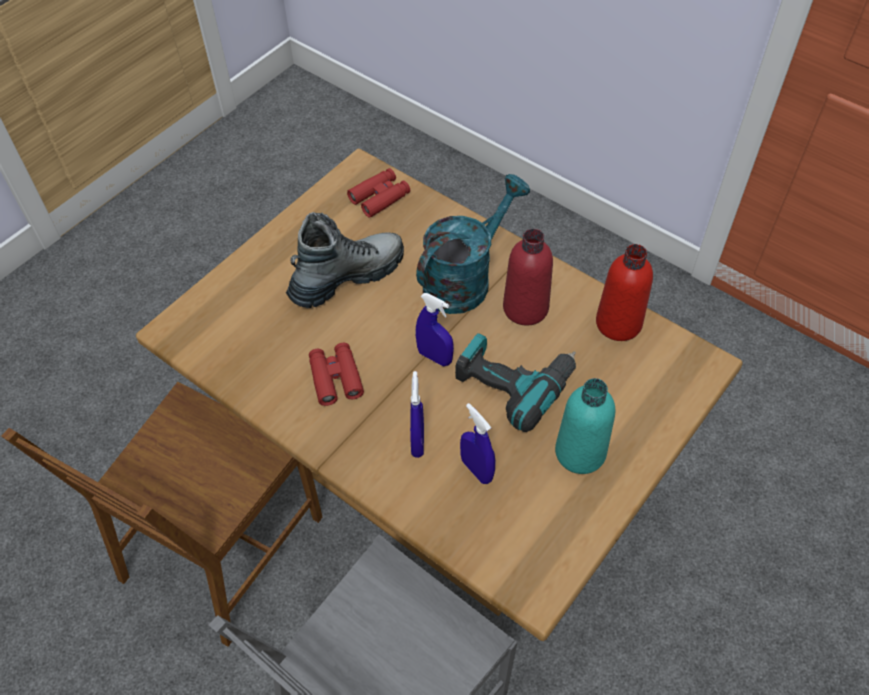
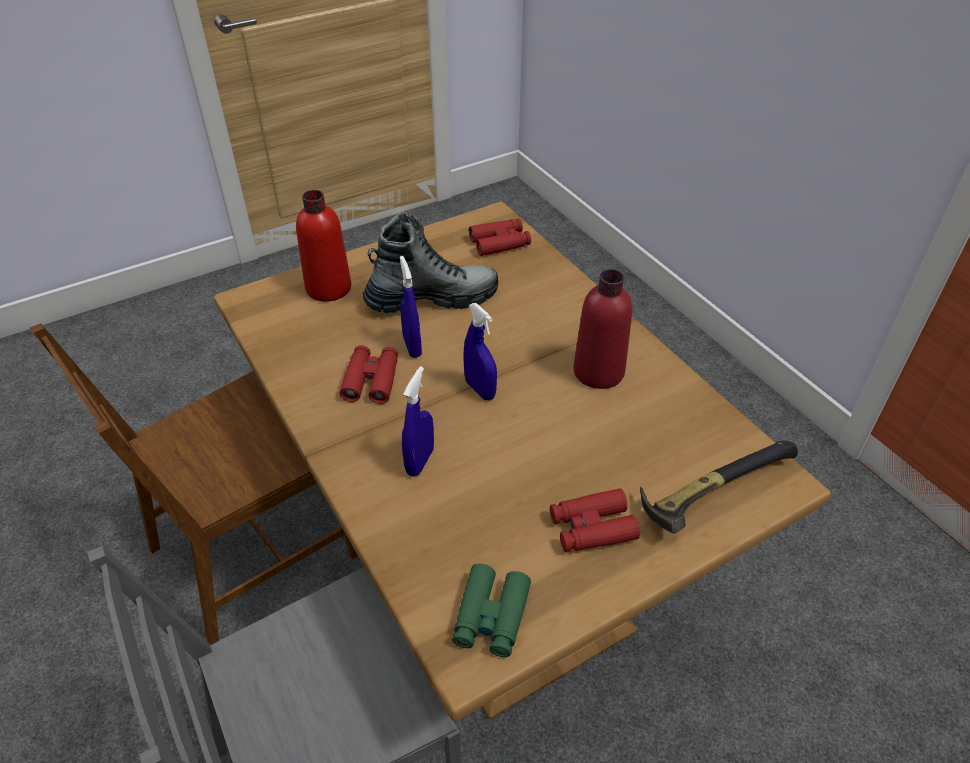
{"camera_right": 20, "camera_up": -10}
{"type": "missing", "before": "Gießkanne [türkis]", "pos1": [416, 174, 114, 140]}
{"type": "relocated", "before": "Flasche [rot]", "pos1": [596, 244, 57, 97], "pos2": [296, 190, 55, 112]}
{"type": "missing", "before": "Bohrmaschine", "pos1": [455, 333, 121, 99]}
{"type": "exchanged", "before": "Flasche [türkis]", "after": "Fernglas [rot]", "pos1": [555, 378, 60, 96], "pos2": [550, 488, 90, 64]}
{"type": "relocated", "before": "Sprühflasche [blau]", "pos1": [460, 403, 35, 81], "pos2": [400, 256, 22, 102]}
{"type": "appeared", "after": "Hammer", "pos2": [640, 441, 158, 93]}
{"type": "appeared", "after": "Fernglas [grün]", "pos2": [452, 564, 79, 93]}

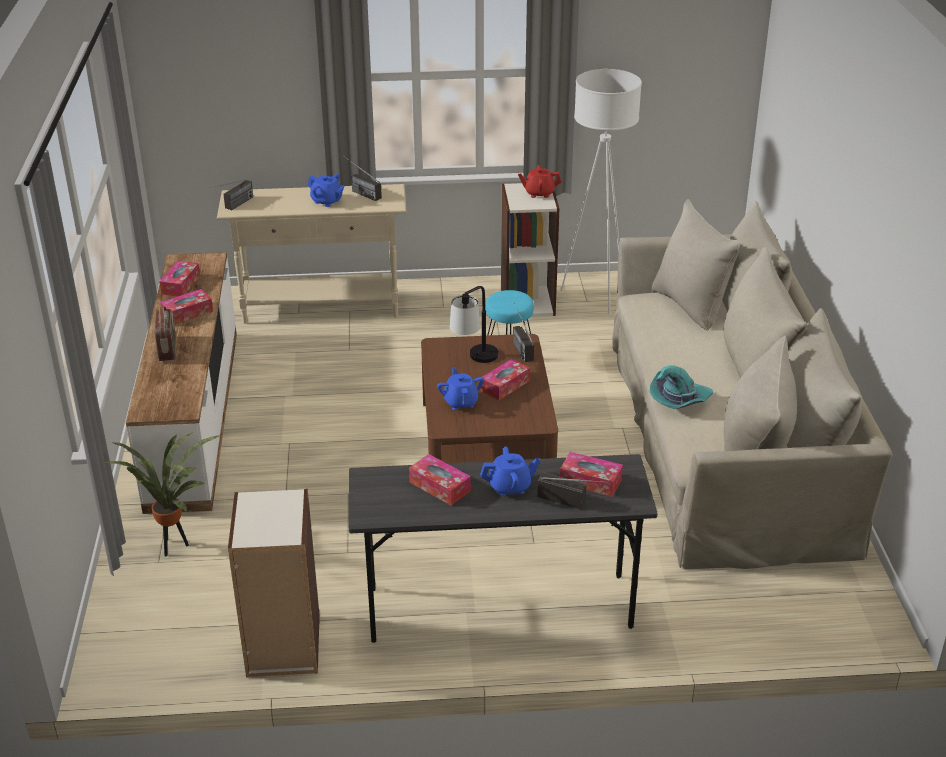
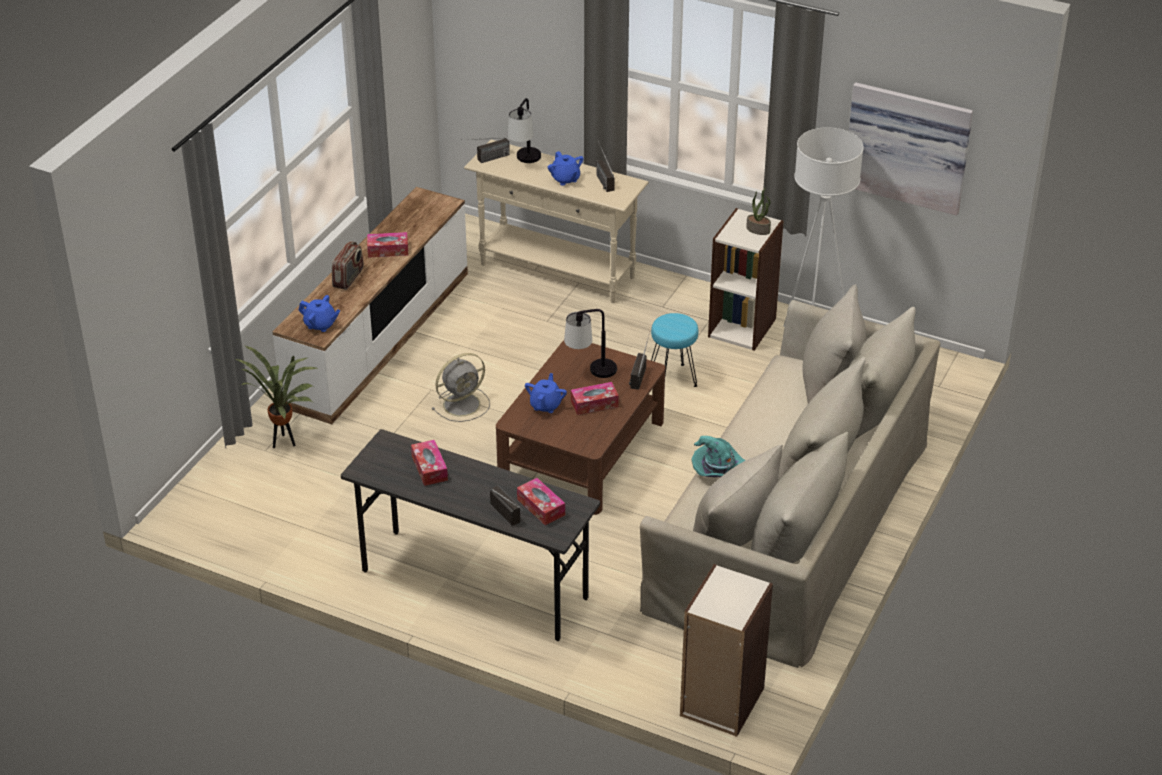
{"camera_right": 30, "camera_up": 5}
{"type": "exchanged", "before": "Teekanne [rot]", "after": "Topfpflanze", "pos1": [518, 165, 43, 33], "pos2": [746, 188, 25, 47]}
{"type": "missing", "before": "Taschentuchbox", "pos1": [159, 261, 41, 36]}
{"type": "relocated", "before": "Teekanne [blau]", "pos1": [480, 446, 60, 50], "pos2": [298, 295, 42, 37]}
{"type": "relocated", "before": "Bücherregal", "pos1": [228, 489, 92, 189], "pos2": [680, 564, 93, 173]}
{"type": "appeared", "after": "Bild", "pos2": [849, 82, 124, 133]}
{"type": "appeared", "after": "Tischlampe", "pos2": [508, 98, 33, 65]}
{"type": "appeared", "after": "Ventilator [grau]", "pos2": [432, 353, 58, 69]}

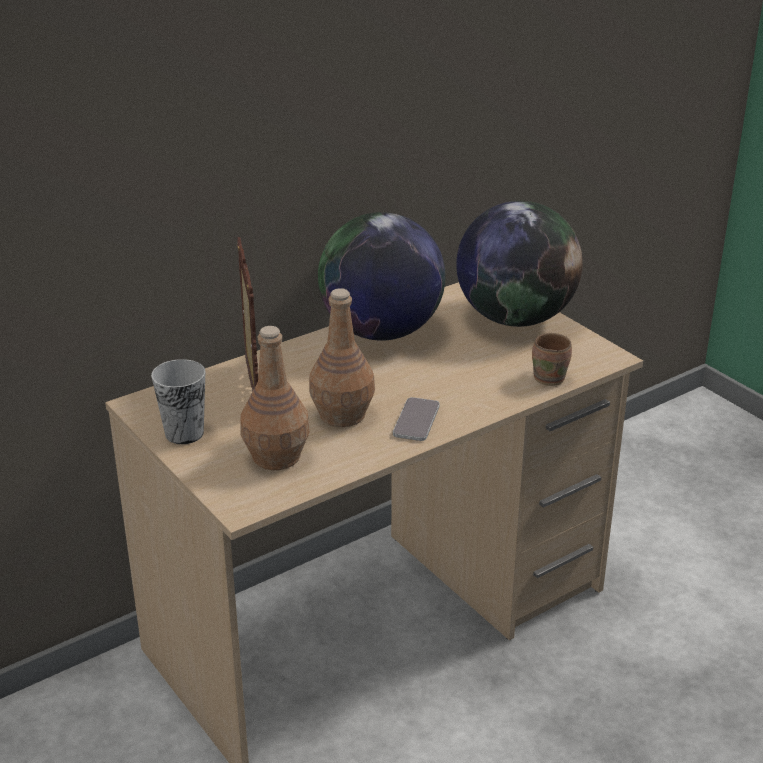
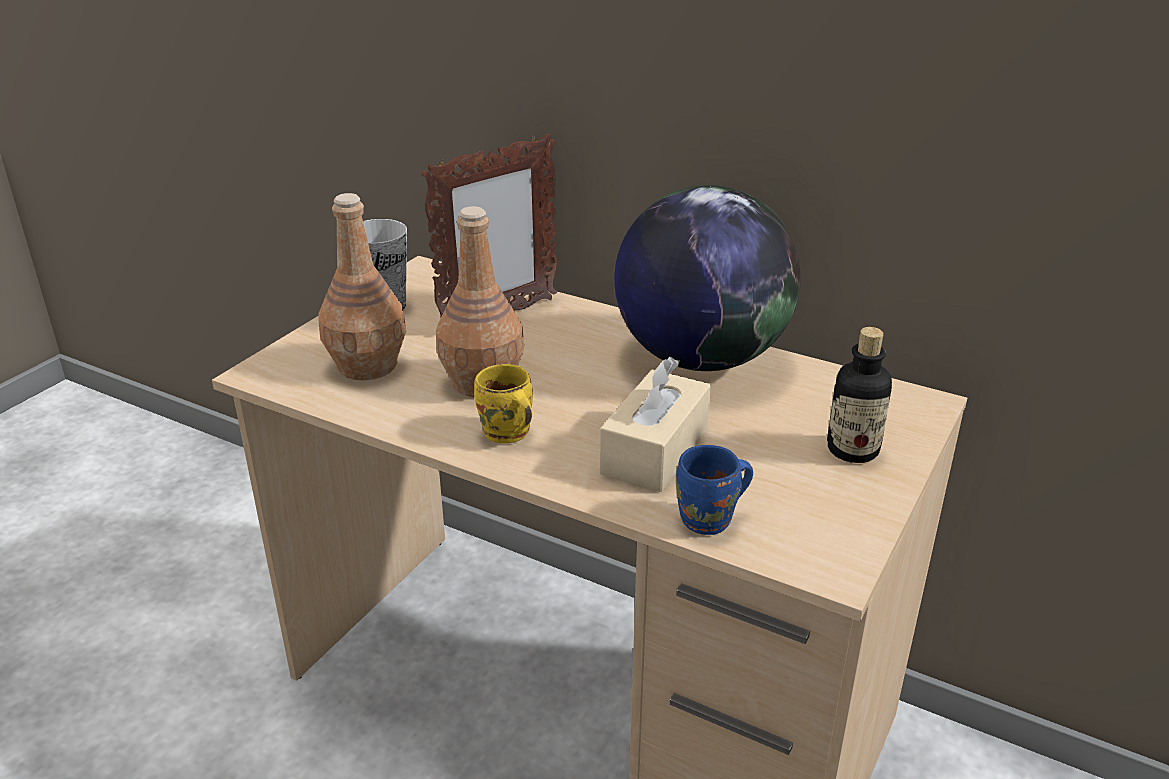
{"camera_right": 65, "camera_up": 0}
{"type": "exchanged", "before": "Globus", "after": "Flasche", "pos1": [456, 201, 127, 126], "pos2": [827, 327, 65, 136]}
{"type": "colour", "before": "Henkelbecher [braun]", "after": "Henkelbecher [blau]", "pos1": [532, 333, 40, 53], "pos2": [676, 445, 77, 90]}
{"type": "exchanged", "before": "Handy", "after": "Henkelbecher [gelb]", "pos1": [393, 397, 47, 44], "pos2": [474, 364, 59, 80]}
{"type": "appeared", "after": "Taschentuchbox [beige]", "pos2": [599, 357, 112, 135]}

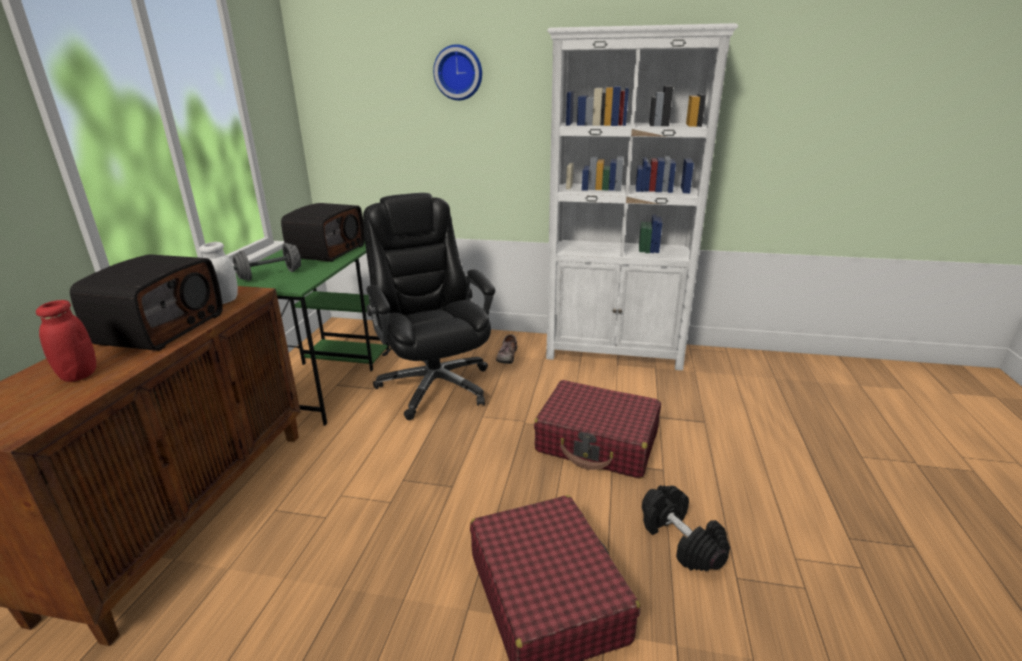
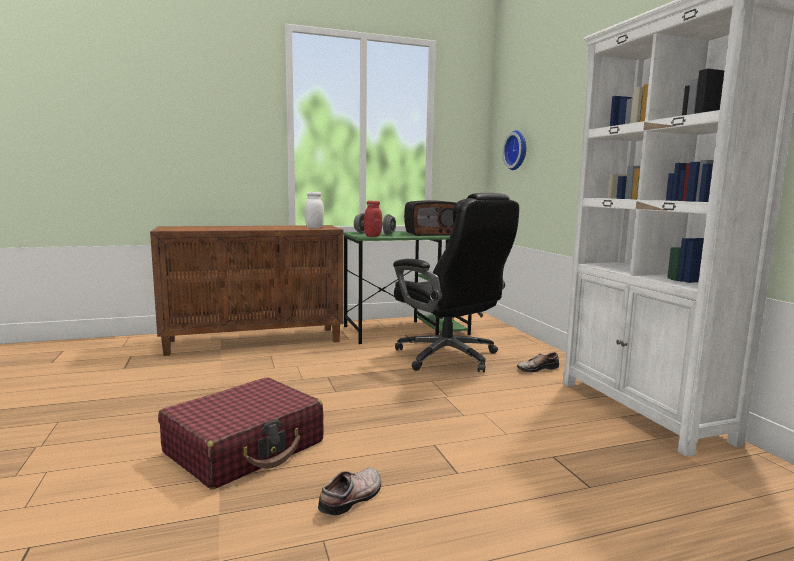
{"camera_right": 60, "camera_up": -15}
{"type": "relocated", "before": "Wanduhr", "pos1": [433, 44, 49, 56], "pos2": [502, 130, 24, 40]}
{"type": "spun", "before": "Bürostuhl [schwarz]", "pos1": [363, 193, 132, 227], "pos2": [393, 193, 126, 179], "turn": 105}
{"type": "missing", "before": "Radio", "pos1": [70, 254, 153, 97]}
{"type": "relocated", "before": "Vorratsglas [rot]", "pos1": [36, 300, 60, 82], "pos2": [364, 201, 18, 36]}
{"type": "missing", "before": "Koffer [rot]", "pos1": [534, 380, 127, 99]}
{"type": "exchanged", "before": "Hantel [schwarz]", "after": "Schuh", "pos1": [642, 485, 88, 86], "pos2": [318, 467, 63, 48]}

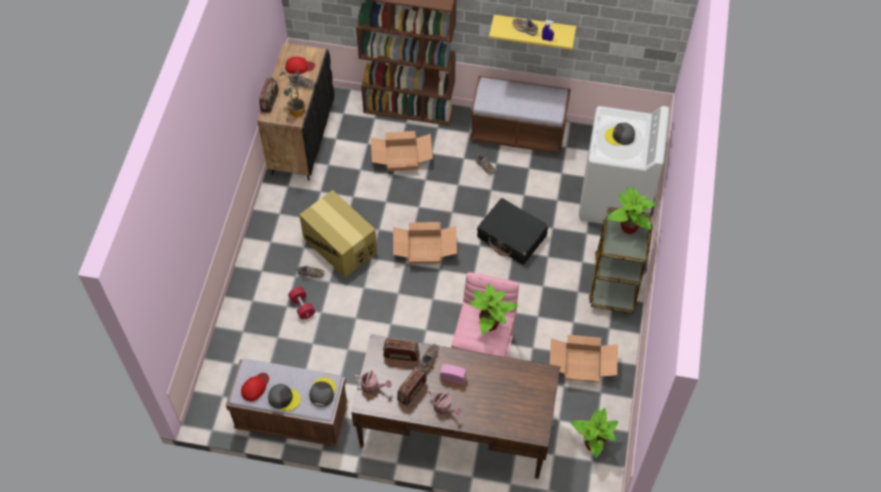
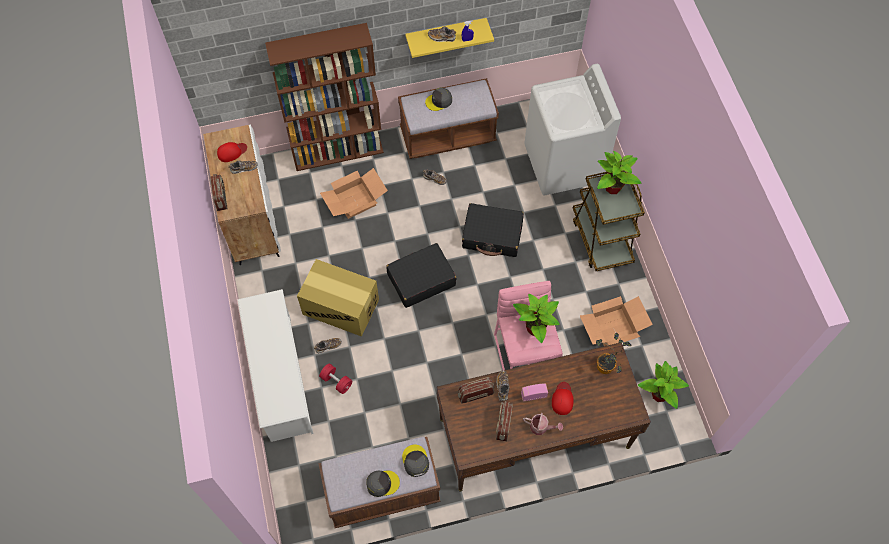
{"camera_right": -25, "camera_up": 5}
{"type": "colour", "before": "Schrank [schwarz]", "after": "Schrank [weiß]", "pos1": [257, 43, 77, 137], "pos2": [203, 124, 78, 141]}
{"type": "relocated", "before": "Topfpflanze", "pos1": [280, 70, 25, 47], "pos2": [596, 333, 35, 41]}
{"type": "relocated", "before": "Kappe [grau]", "pos1": [605, 123, 30, 22], "pos2": [425, 88, 27, 23]}
{"type": "exchanged", "before": "Karton", "after": "Koffer [schwarz]", "pos1": [393, 222, 64, 42], "pos2": [386, 243, 70, 65]}
{"type": "missing", "before": "Gießkanne", "pos1": [353, 370, 38, 24]}
{"type": "relocated", "before": "Kappe [rot]", "pos1": [241, 373, 28, 28], "pos2": [552, 382, 22, 33]}
{"type": "appeared", "after": "Schuhregal [weiß]", "pos2": [237, 289, 76, 153]}

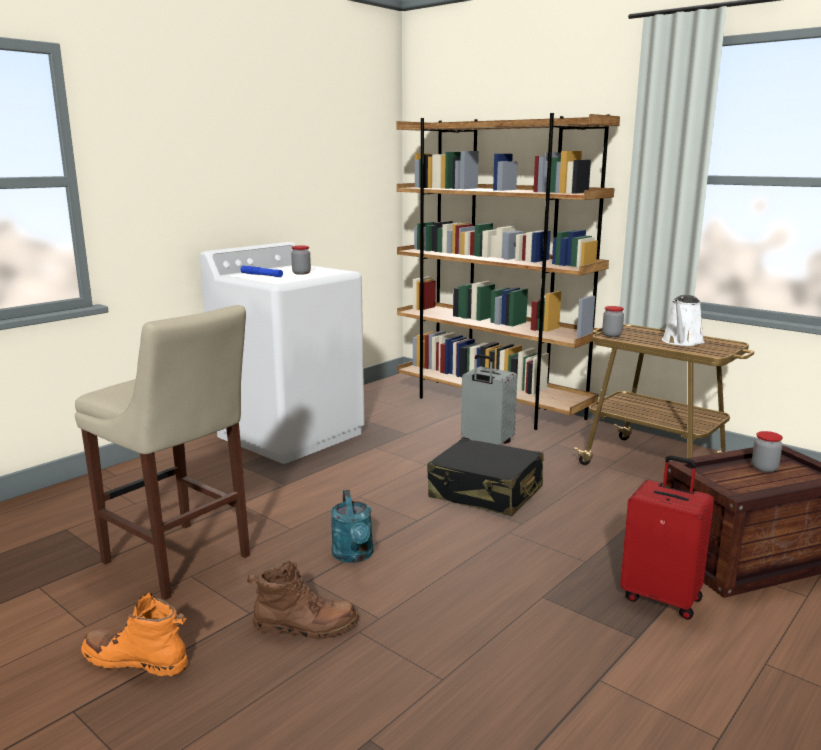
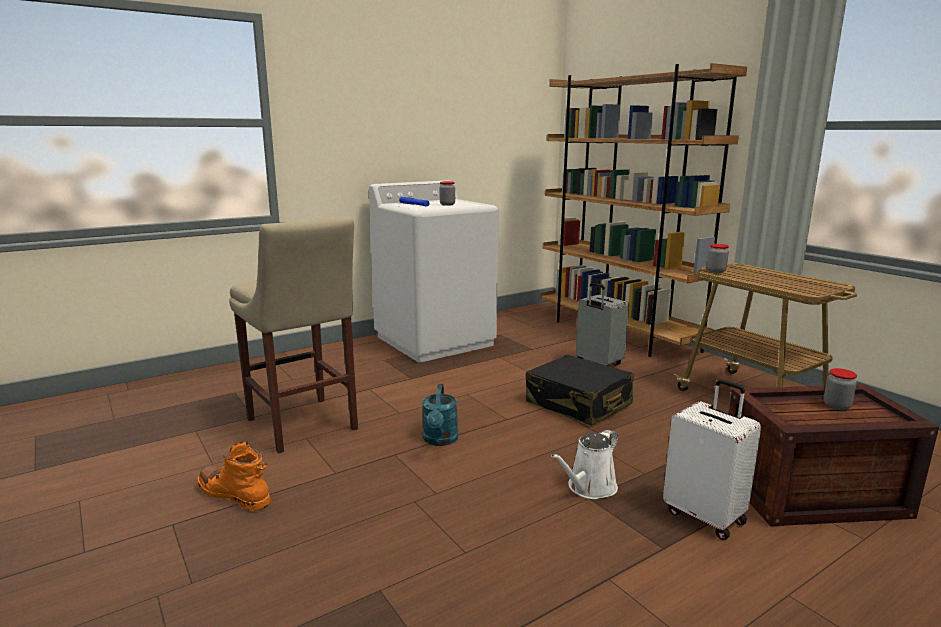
{"camera_right": 15, "camera_up": 0}
{"type": "relocated", "before": "Gießkanne [weiß]", "pos1": [662, 295, 43, 51], "pos2": [551, 430, 67, 69]}
{"type": "colour", "before": "Koffer [rot]", "after": "Koffer [weiß]", "pos1": [620, 455, 94, 165], "pos2": [663, 379, 98, 161]}
{"type": "missing", "before": "Stiefel [braun]", "pos1": [247, 560, 112, 79]}

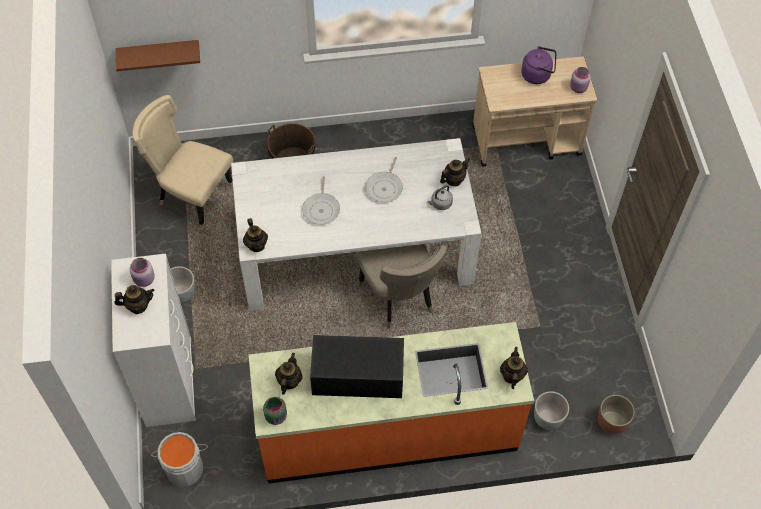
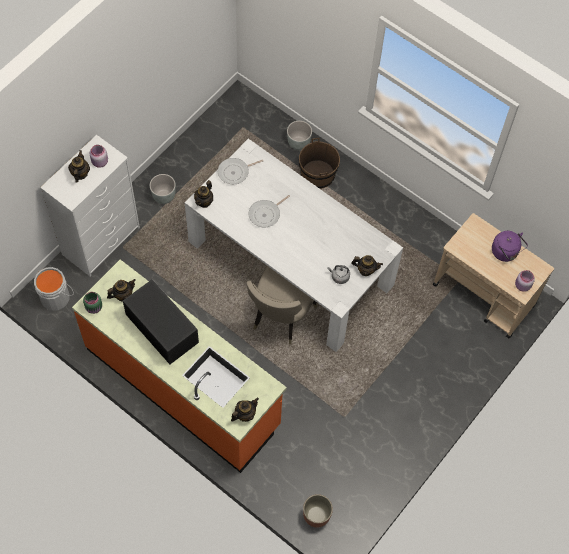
{"camera_right": 45, "camera_up": 5}
{"type": "missing", "before": "Wandregal [braun]", "pos1": [116, 40, 84, 31]}
{"type": "missing", "before": "Stuhl [beige]", "pos1": [132, 95, 101, 136]}
{"type": "relocated", "before": "Pfanne", "pos1": [365, 157, 38, 45], "pos2": [218, 158, 45, 27]}
{"type": "spun", "before": "Teekanne", "pos1": [114, 285, 40, 29], "pos2": [68, 150, 22, 33], "turn": -120}
{"type": "relocated", "before": "Pflanzkübel [grau]", "pos1": [534, 391, 35, 39], "pos2": [287, 121, 25, 29]}

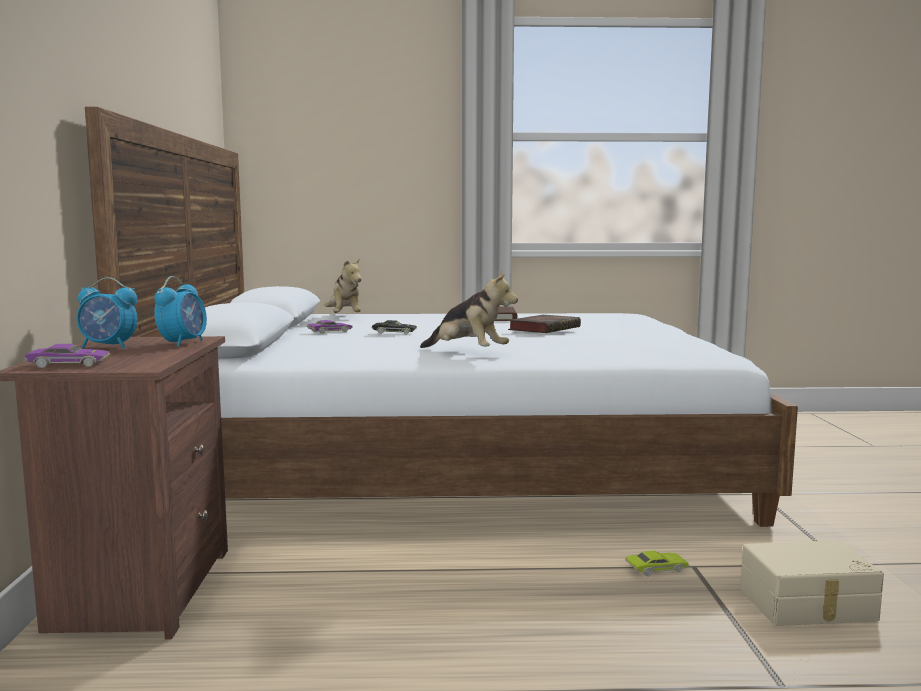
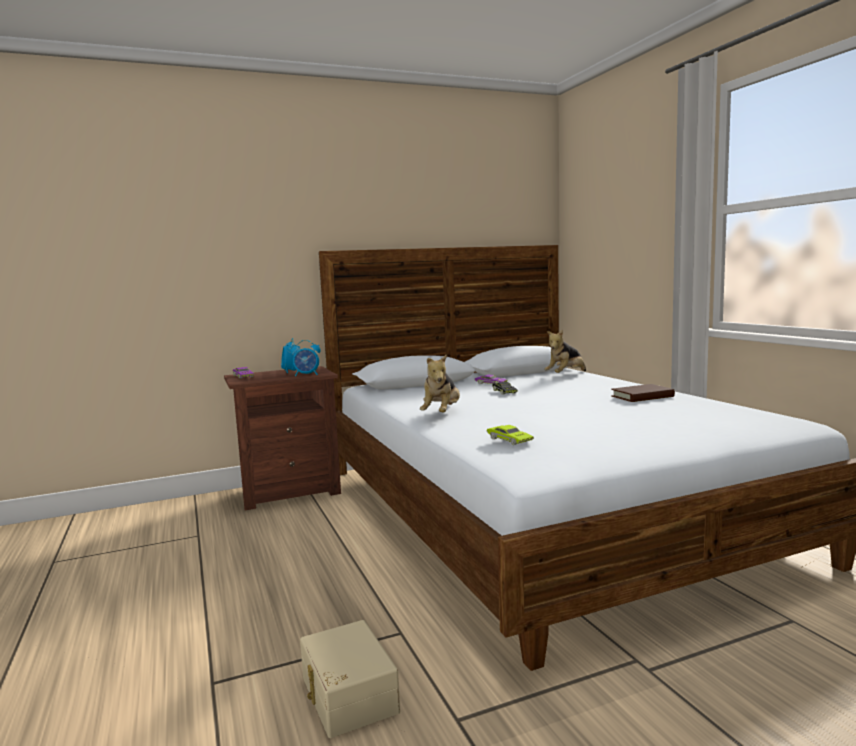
{"camera_right": 70, "camera_up": 0}
{"type": "missing", "before": "Buch", "pos1": [508, 315, 73, 18]}
{"type": "relocated", "before": "Spielzeugauto [grün]", "pos1": [625, 551, 64, 26], "pos2": [486, 425, 48, 20]}

